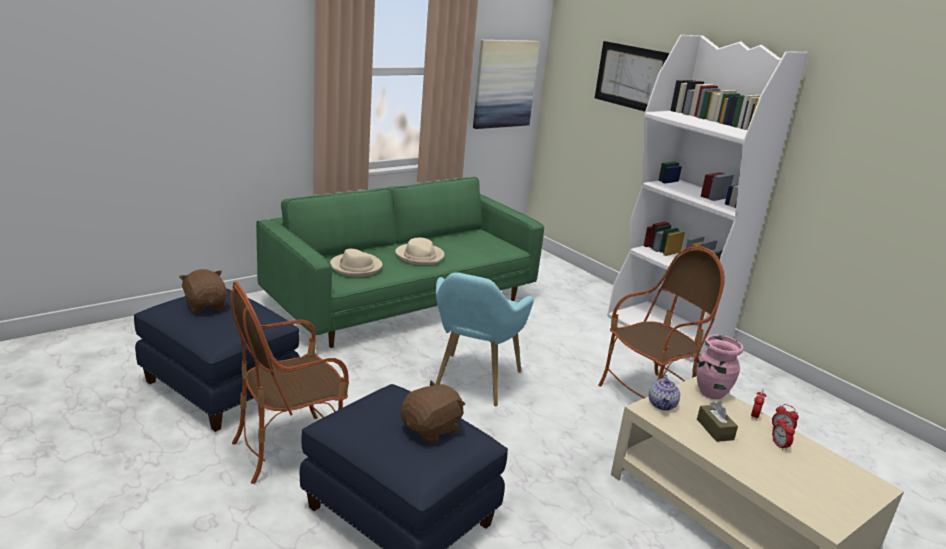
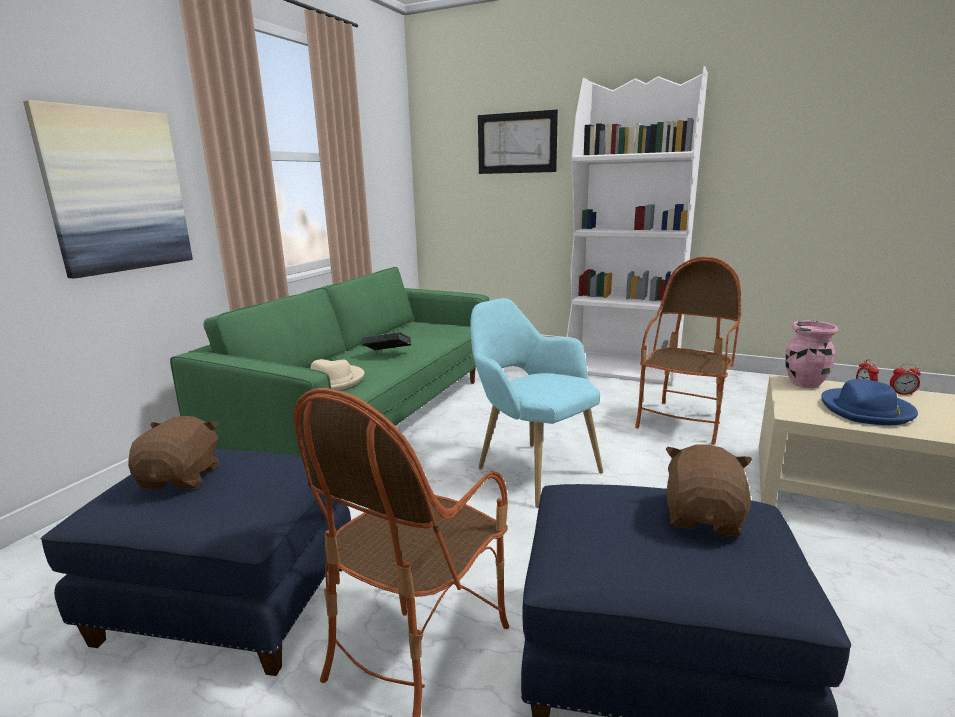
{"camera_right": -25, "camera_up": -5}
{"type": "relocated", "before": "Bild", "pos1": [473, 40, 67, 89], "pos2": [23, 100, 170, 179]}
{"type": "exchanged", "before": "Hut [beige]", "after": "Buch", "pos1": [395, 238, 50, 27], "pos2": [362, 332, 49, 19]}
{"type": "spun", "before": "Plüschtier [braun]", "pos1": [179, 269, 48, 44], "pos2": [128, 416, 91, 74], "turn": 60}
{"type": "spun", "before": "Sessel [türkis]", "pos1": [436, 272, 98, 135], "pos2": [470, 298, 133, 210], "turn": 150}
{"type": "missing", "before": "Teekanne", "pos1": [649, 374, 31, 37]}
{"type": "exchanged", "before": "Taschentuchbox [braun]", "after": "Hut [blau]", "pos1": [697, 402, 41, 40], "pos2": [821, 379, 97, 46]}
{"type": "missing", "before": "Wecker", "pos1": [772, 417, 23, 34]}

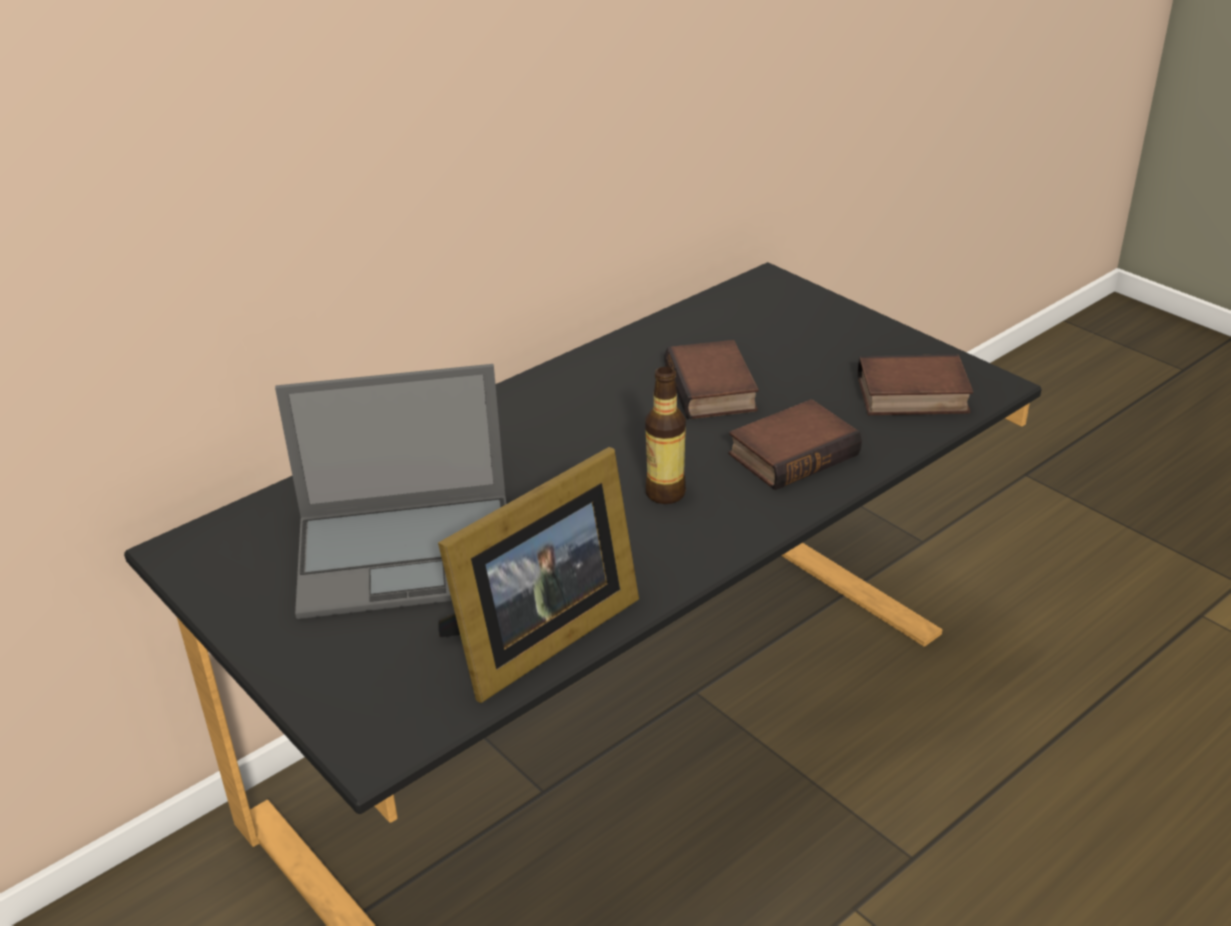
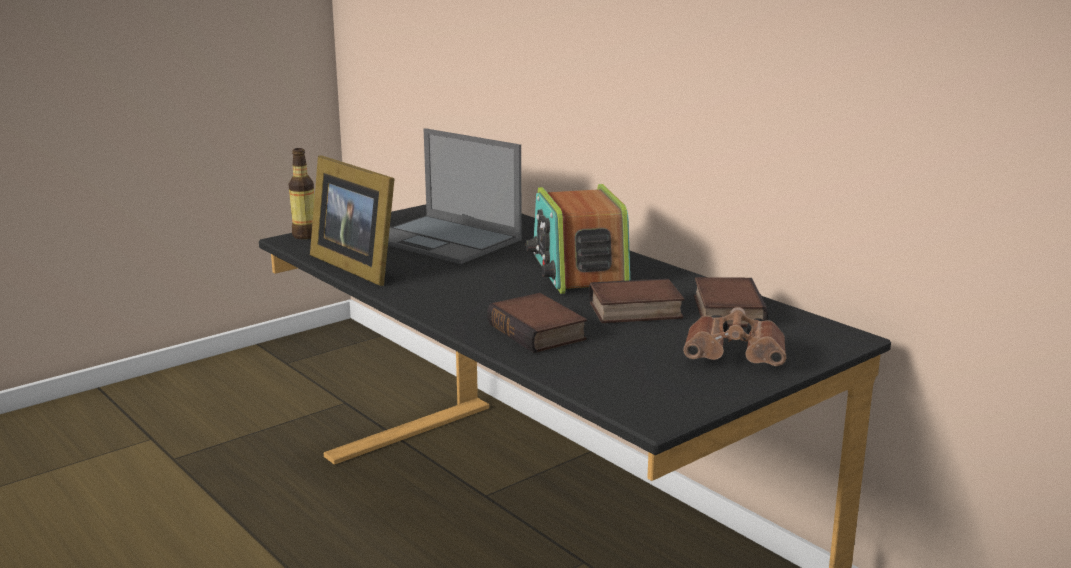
{"camera_right": 90, "camera_up": -15}
{"type": "relocated", "before": "Buch", "pos1": [858, 354, 115, 61], "pos2": [694, 277, 74, 50]}
{"type": "spun", "before": "Laptop", "pos1": [275, 364, 232, 255], "pos2": [388, 128, 134, 136], "turn": -45}
{"type": "relocated", "before": "Flasche", "pos1": [645, 367, 41, 137], "pos2": [289, 148, 25, 91]}
{"type": "appeared", "after": "Radio", "pos2": [526, 184, 104, 110]}
{"type": "appeared", "after": "Fernglas [braun]", "pos2": [683, 307, 103, 59]}

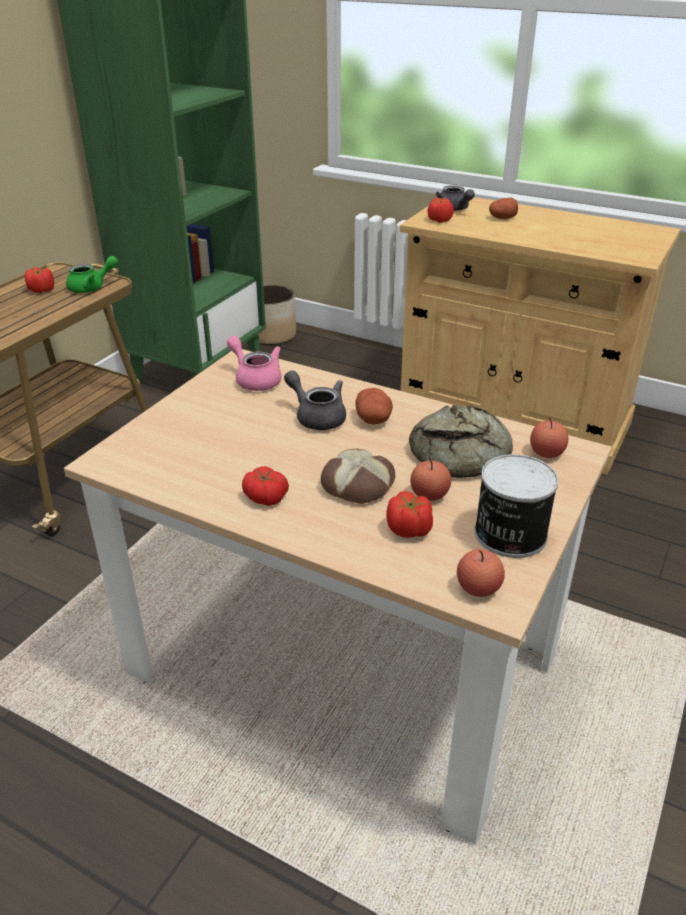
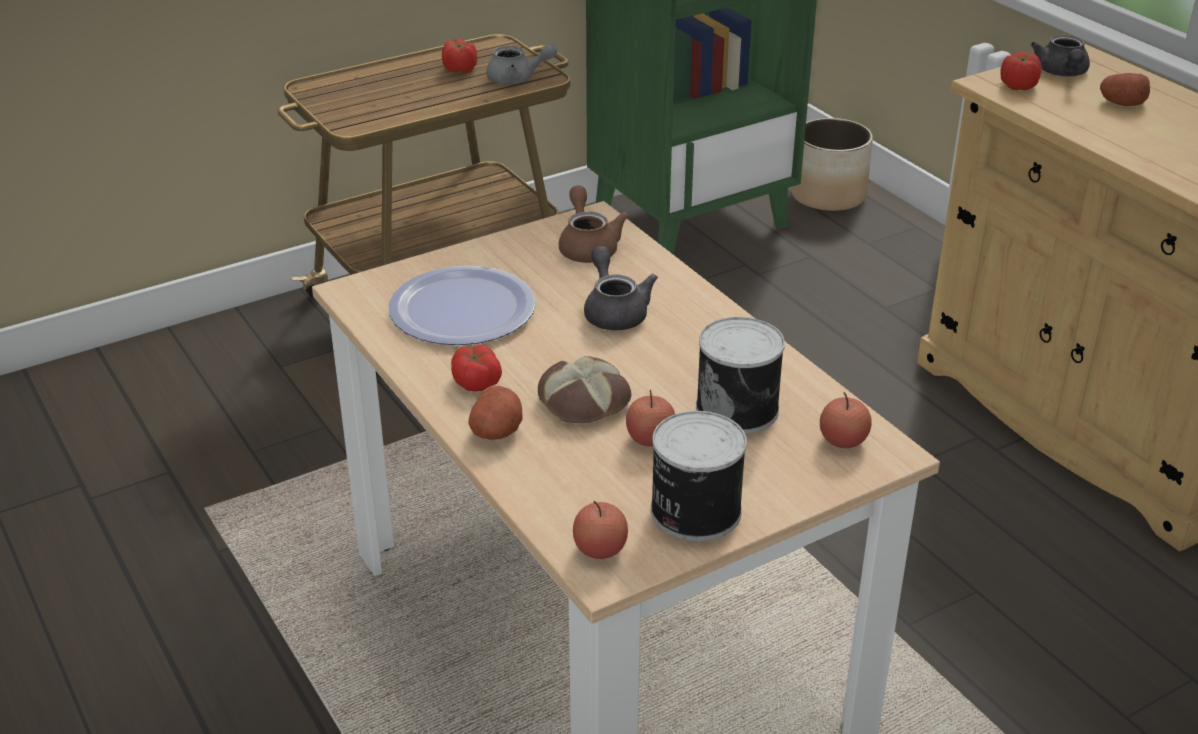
{"camera_right": 30, "camera_up": 0}
{"type": "colour", "before": "Teekanne [grün]", "after": "Teekanne [grau]", "pos1": [66, 256, 52, 37], "pos2": [486, 43, 71, 41]}
{"type": "colour", "before": "Teekanne [rosa]", "after": "Teekanne [braun]", "pos1": [227, 336, 54, 55], "pos2": [559, 186, 70, 77]}
{"type": "relocated", "before": "Kartoffel", "pos1": [356, 388, 37, 36], "pos2": [468, 386, 55, 54]}
{"type": "exchanged", "before": "Brot", "after": "Dose", "pos1": [409, 405, 104, 73], "pos2": [696, 317, 89, 117]}
{"type": "missing", "before": "Tomate", "pos1": [386, 491, 47, 47]}
{"type": "appeared", "after": "Teller", "pos2": [388, 266, 148, 79]}

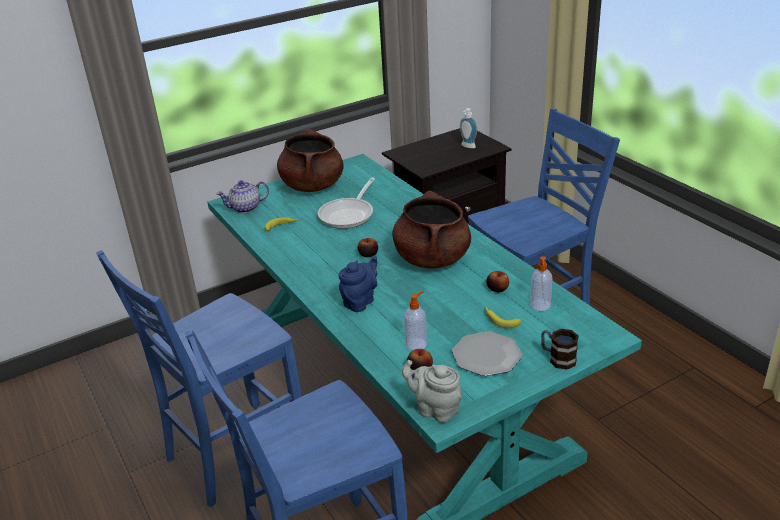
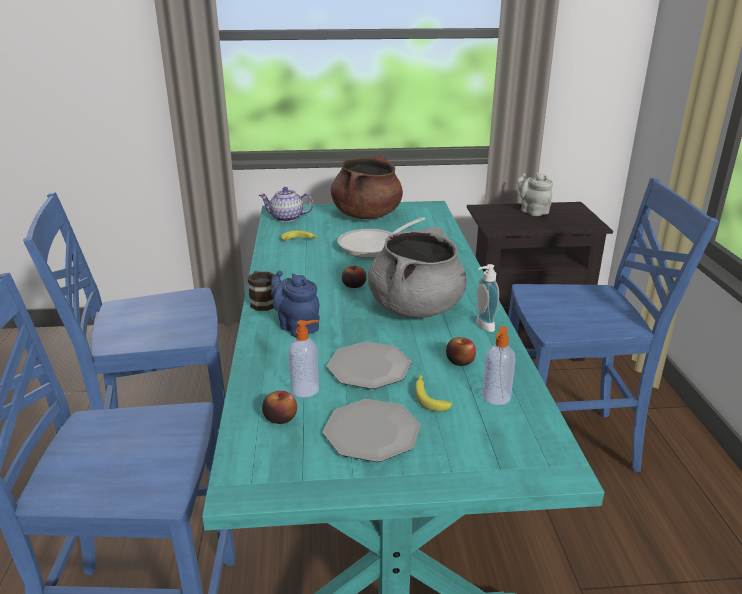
{"camera_right": 25, "camera_up": -5}
{"type": "relocated", "before": "Seifenspender", "pos1": [460, 108, 17, 40], "pos2": [476, 264, 23, 68]}
{"type": "colour", "before": "Kochtopf [braun]", "after": "Kochtopf [grau]", "pos1": [392, 191, 79, 78], "pos2": [368, 227, 99, 91]}
{"type": "spun", "before": "Teekanne [blau]", "pos1": [339, 256, 38, 56], "pos2": [271, 270, 49, 67], "turn": -105}
{"type": "relocated", "before": "Henkelbecher", "pos1": [541, 329, 38, 41], "pos2": [248, 271, 27, 40]}
{"type": "relocated", "before": "Teekanne [grau]", "pos1": [402, 360, 60, 63], "pos2": [517, 173, 36, 43]}
{"type": "appeared", "after": "Teller", "pos2": [327, 342, 84, 47]}

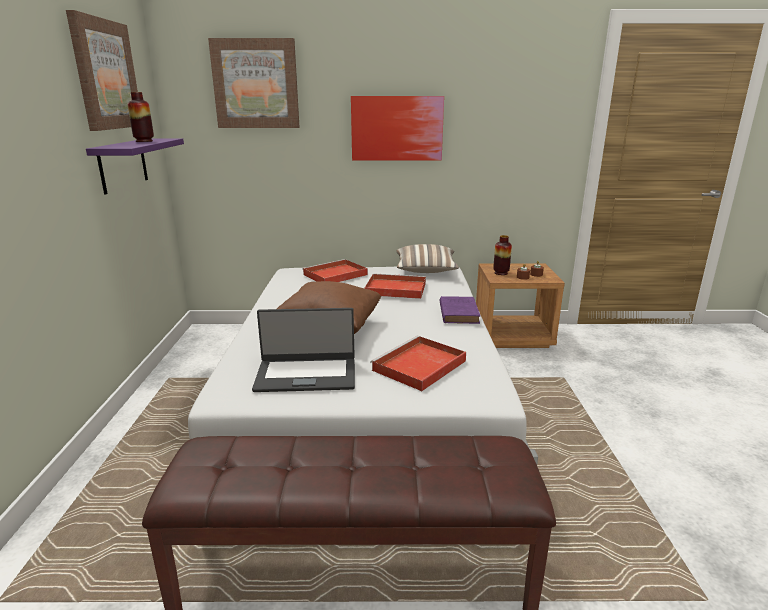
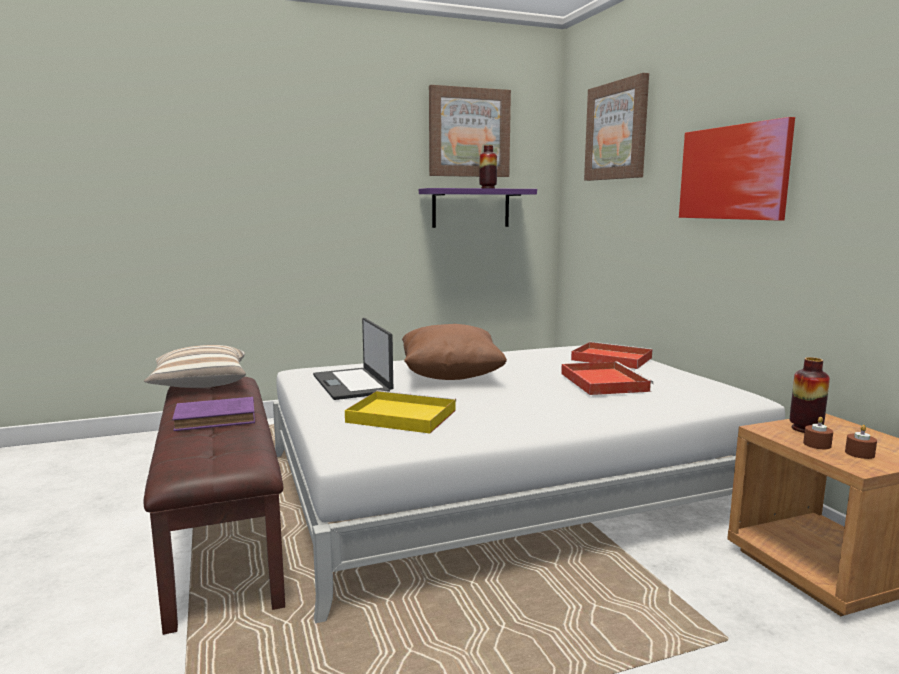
{"camera_right": 70, "camera_up": -10}
{"type": "relocated", "before": "Kissen", "pos1": [396, 244, 63, 29], "pos2": [144, 345, 102, 43]}
{"type": "relocated", "before": "Buch [lila]", "pos1": [440, 296, 40, 28], "pos2": [173, 397, 82, 34]}
{"type": "colour", "before": "Tablett [rot]", "after": "Tablett [gelb]", "pos1": [370, 336, 96, 55], "pos2": [345, 390, 111, 43]}

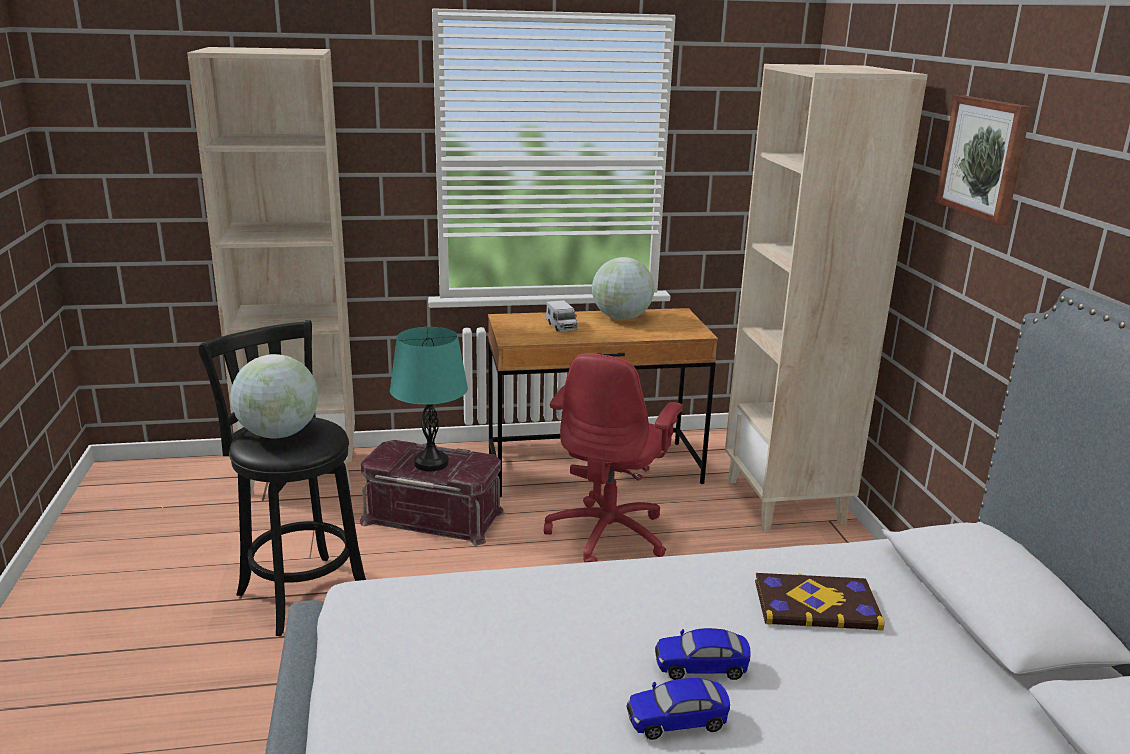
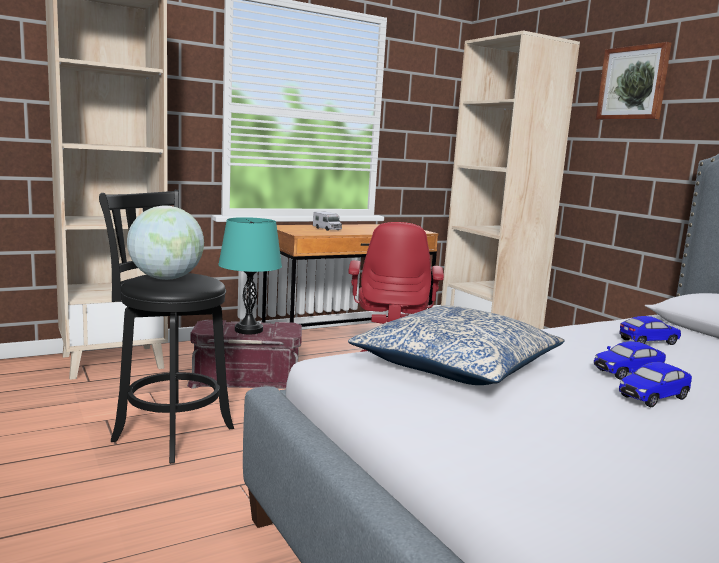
{"camera_right": -20, "camera_up": -10}
{"type": "missing", "before": "Globus", "pos1": [592, 257, 63, 63]}
{"type": "exchanged", "before": "Buch", "after": "Spielzeugauto", "pos1": [755, 573, 130, 58], "pos2": [619, 316, 62, 29]}
{"type": "appeared", "after": "Kissen", "pos2": [348, 306, 217, 79]}

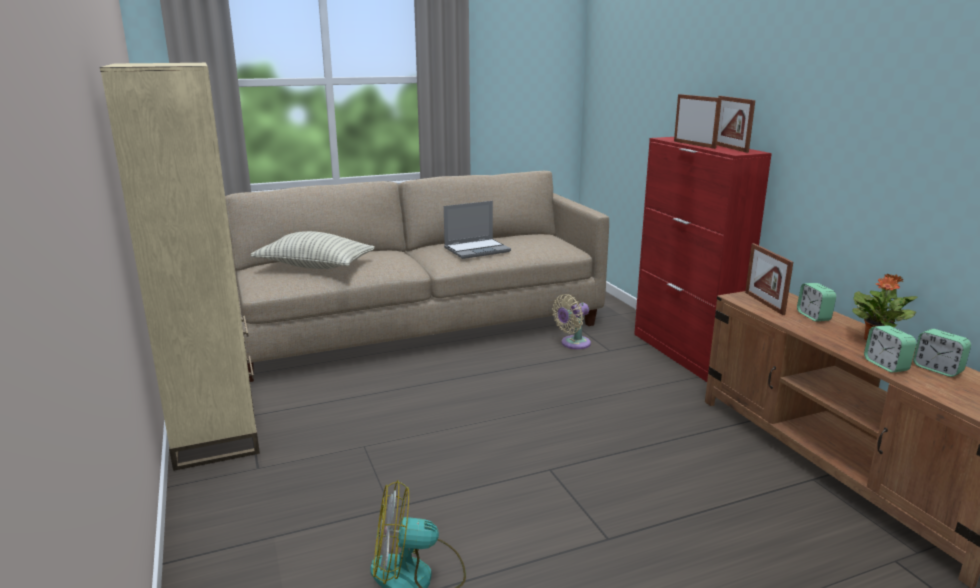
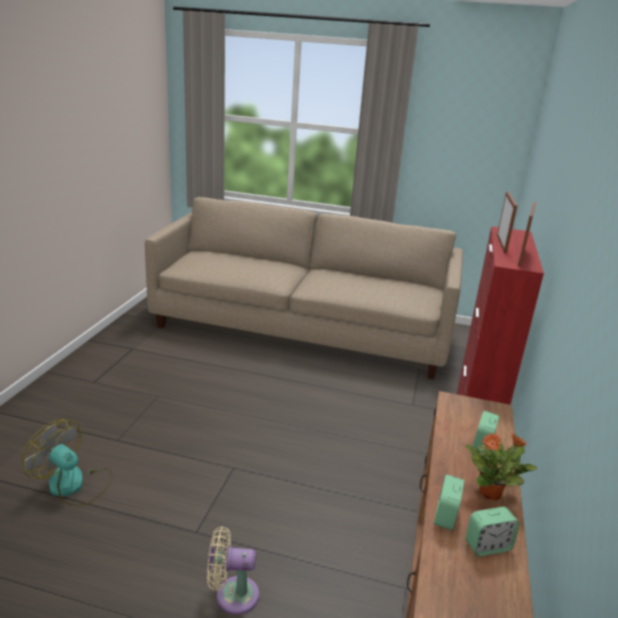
{"camera_right": 35, "camera_up": 5}
{"type": "missing", "before": "Bücherregal [beige]", "pos1": [100, 63, 160, 408]}
{"type": "missing", "before": "Laptop", "pos1": [444, 201, 67, 58]}
{"type": "missing", "before": "Kissen", "pos1": [250, 231, 125, 38]}
{"type": "missing", "before": "Bilderrahmen", "pos1": [745, 243, 48, 72]}
{"type": "relocated", "before": "Ventilator [beige]", "pos1": [552, 294, 39, 55], "pos2": [207, 526, 52, 89]}
{"type": "spun", "before": "Wecker", "pos1": [913, 329, 58, 48], "pos2": [466, 507, 53, 49], "turn": -105}

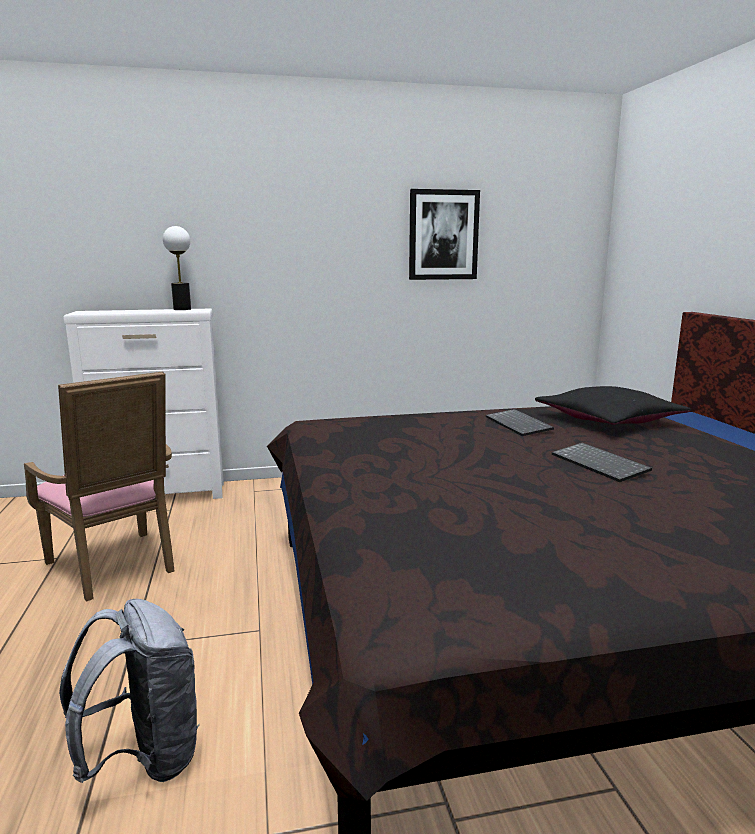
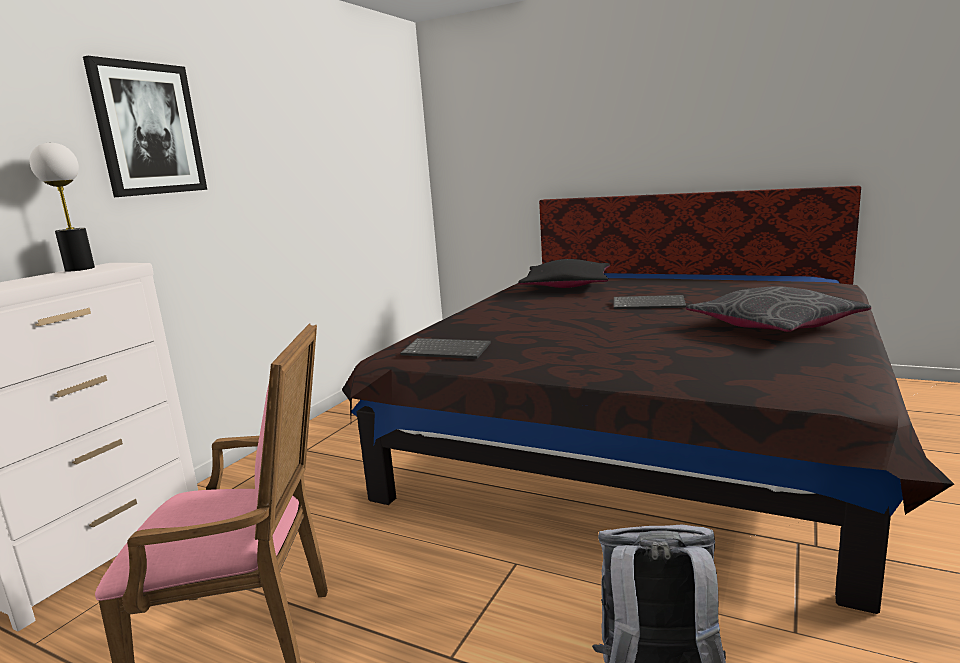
{"camera_right": -50, "camera_up": 0}
{"type": "relocated", "before": "Bild", "pos1": [409, 189, 71, 91], "pos2": [83, 56, 124, 141]}
{"type": "relocated", "before": "Tastatur", "pos1": [486, 409, 68, 27], "pos2": [400, 338, 91, 21]}
{"type": "appeared", "after": "Kissen [grau]", "pos2": [686, 286, 185, 46]}

